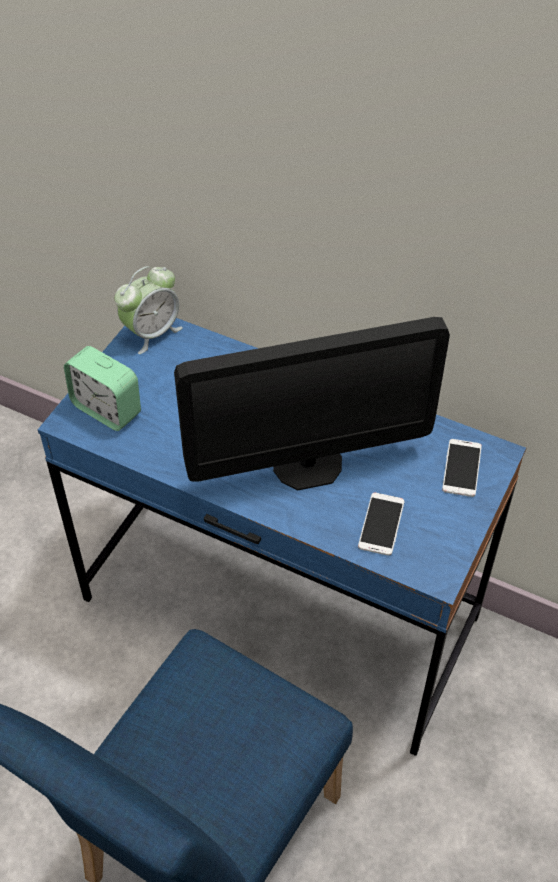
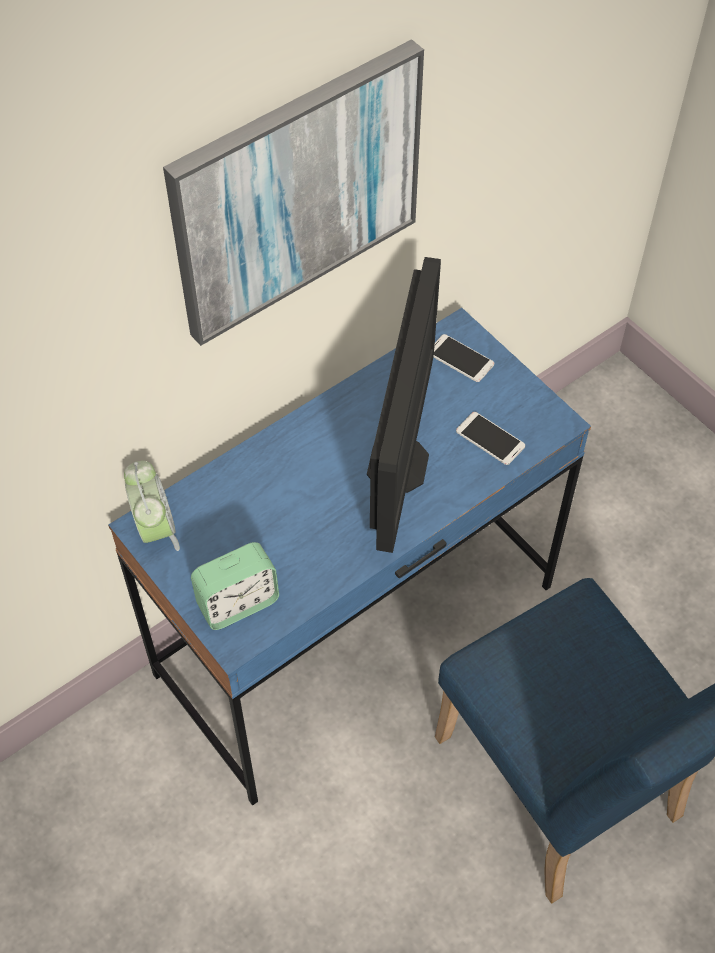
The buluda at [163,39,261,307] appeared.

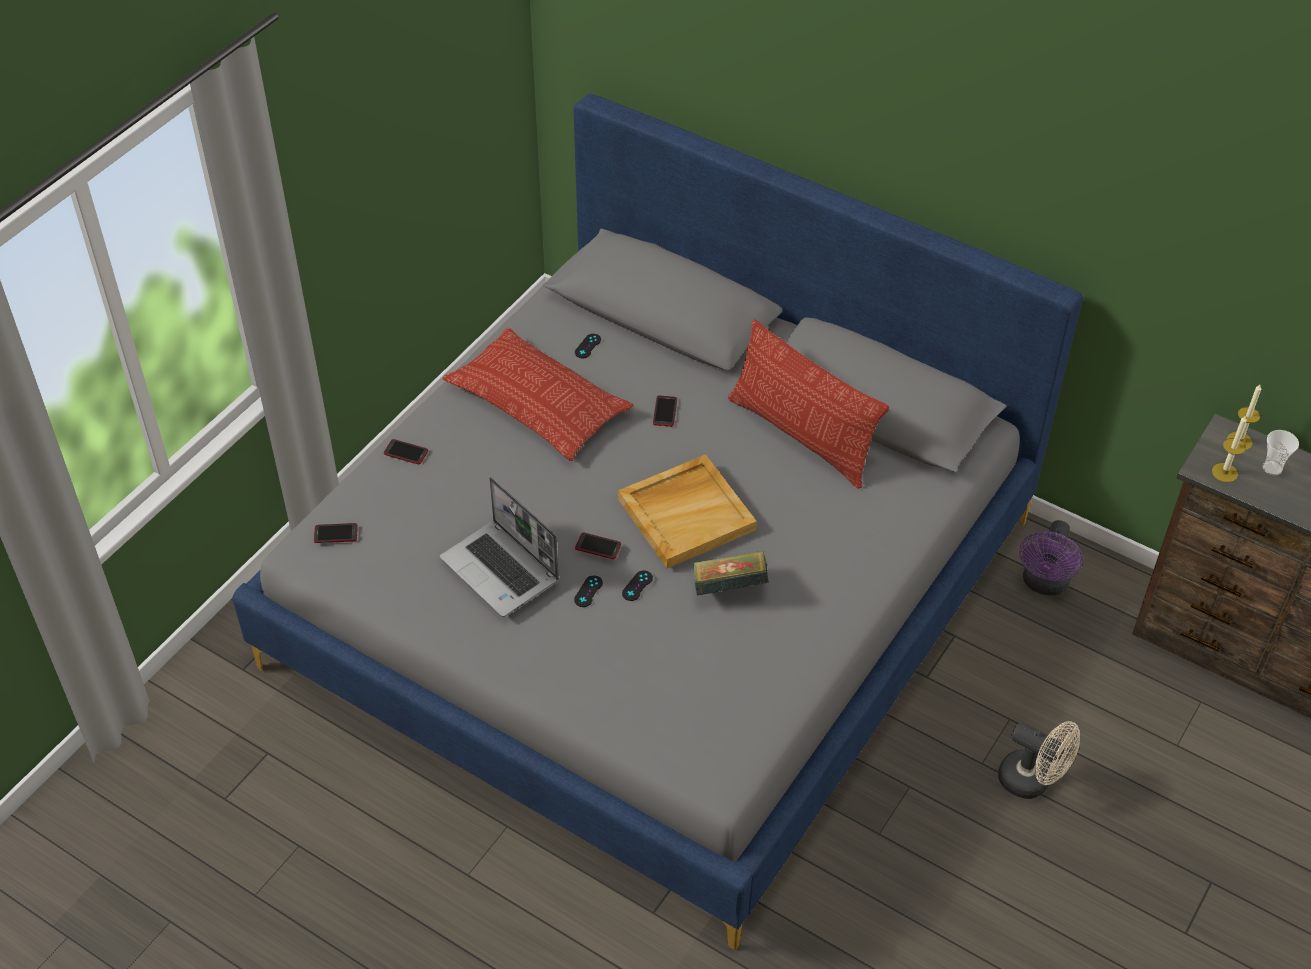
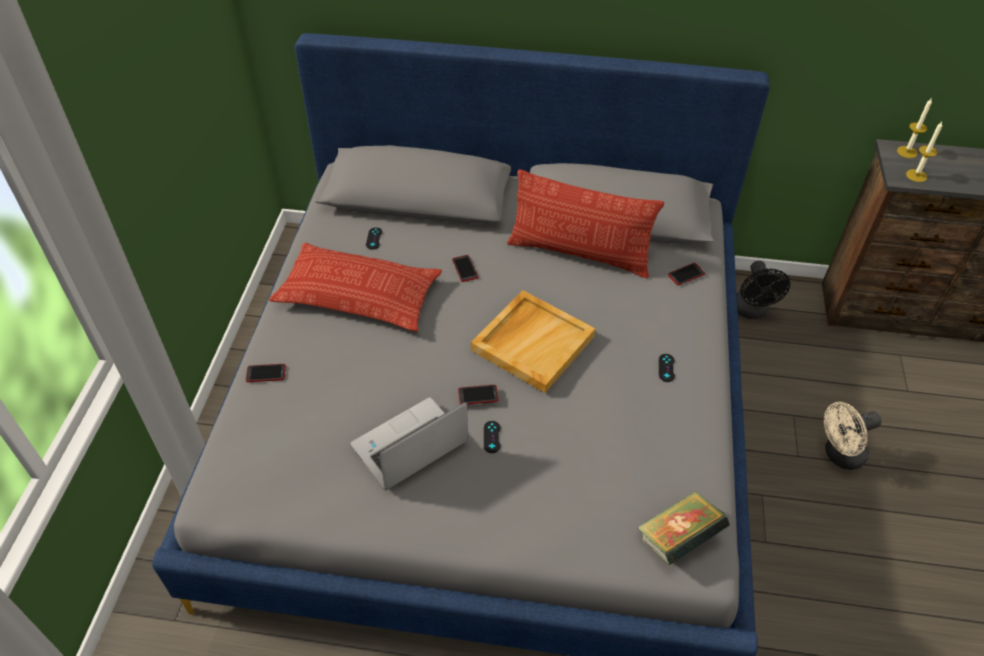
The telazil at [440,477,119,140] turned 120 degrees clockwise.
The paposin moved from [693,551,76,45] to [638,491,91,74].
The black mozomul moved from [622,570,31,31] to [659,354,16,28].
The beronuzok moved from [314,523,44,20] to [668,263,37,22].
The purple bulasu at [1019,520,64,76] became the black bulasu at [736,261,54,58].
The beige bulasu at [998,721,82,78] turned 150 degrees clockwise.
The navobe at [1263,430,36,45] disappeared.

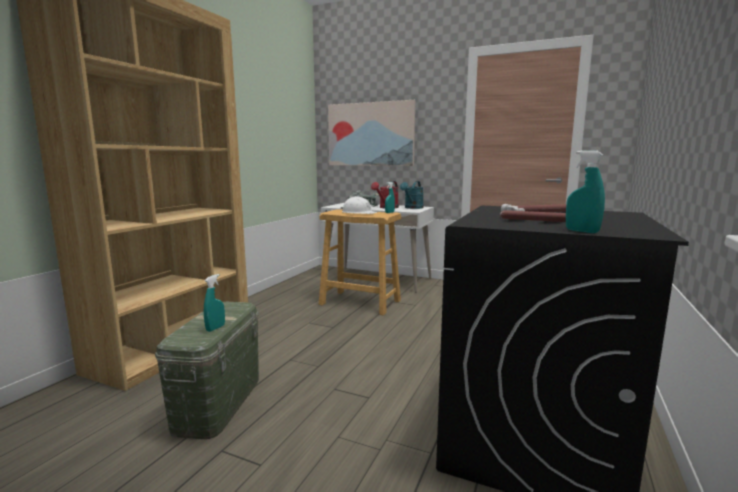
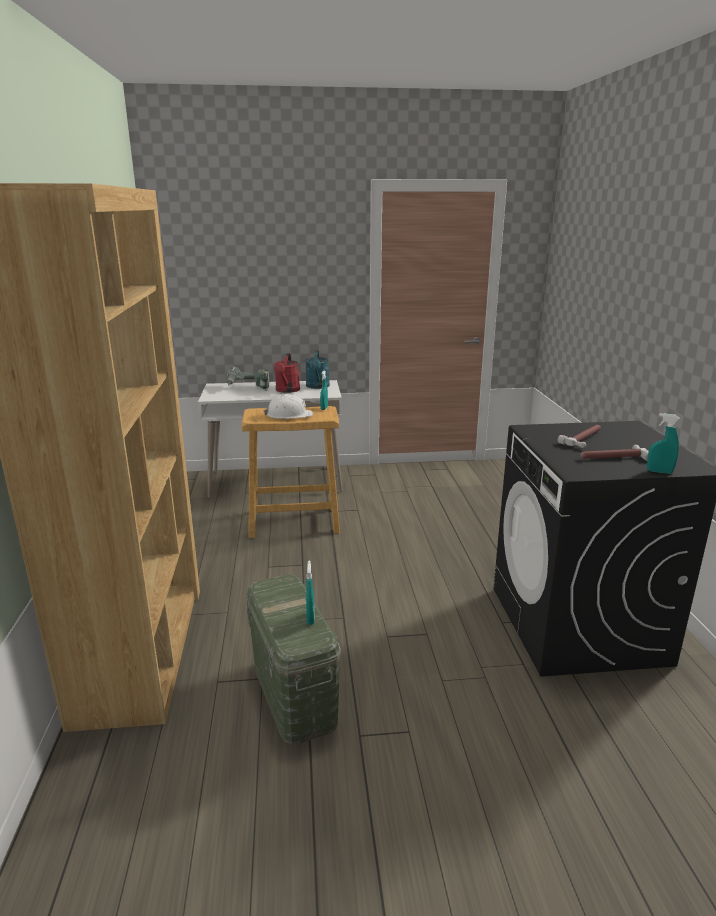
The buluda at [328,100,87,66] disappeared.

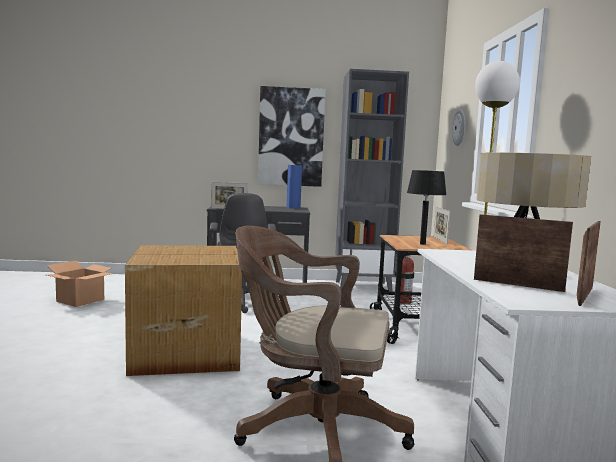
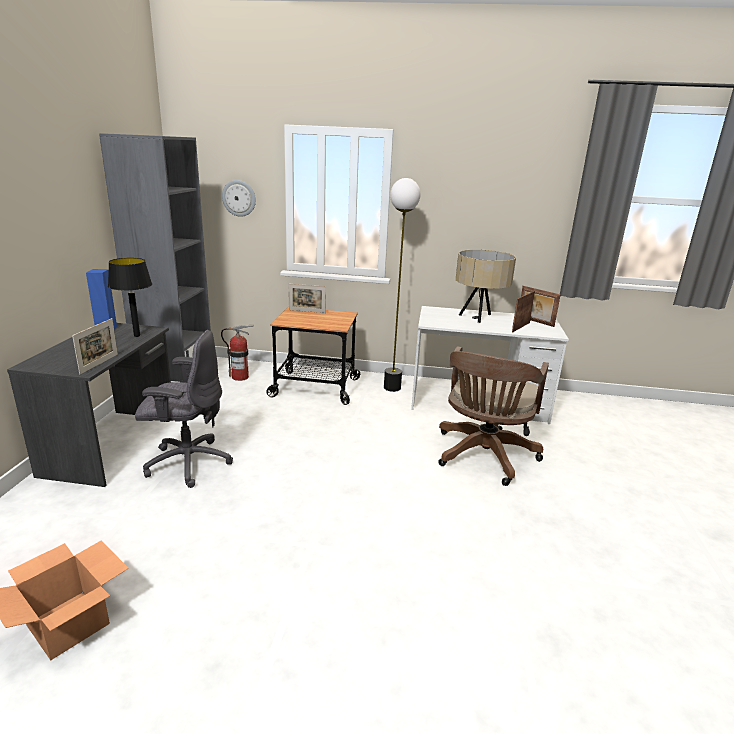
The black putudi moved from [407,170,40,75] to [108,258,44,79].
The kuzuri at [125,245,117,131] disappeared.
The buluda at [258,86,68,101] disappeared.

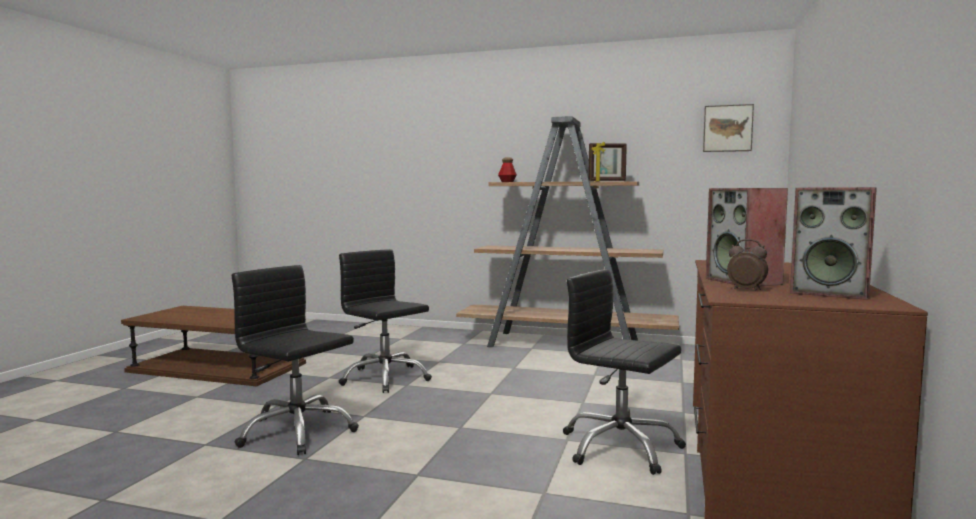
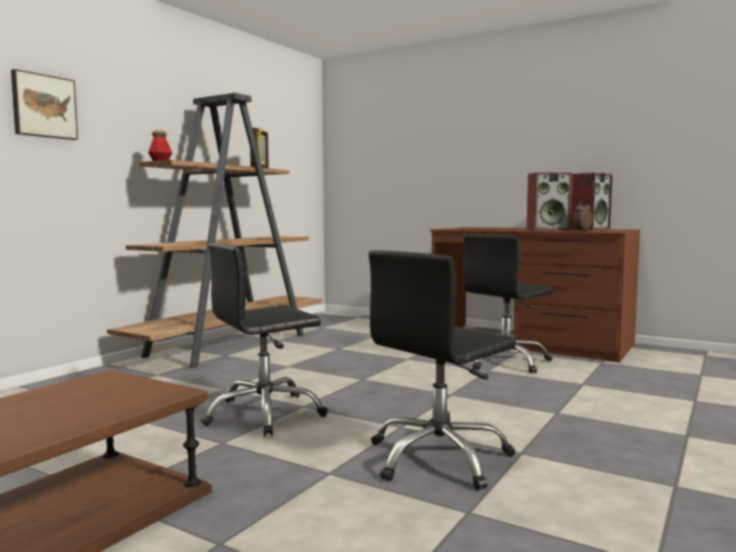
The buluda moved from [703,104,51,48] to [11,69,67,71].

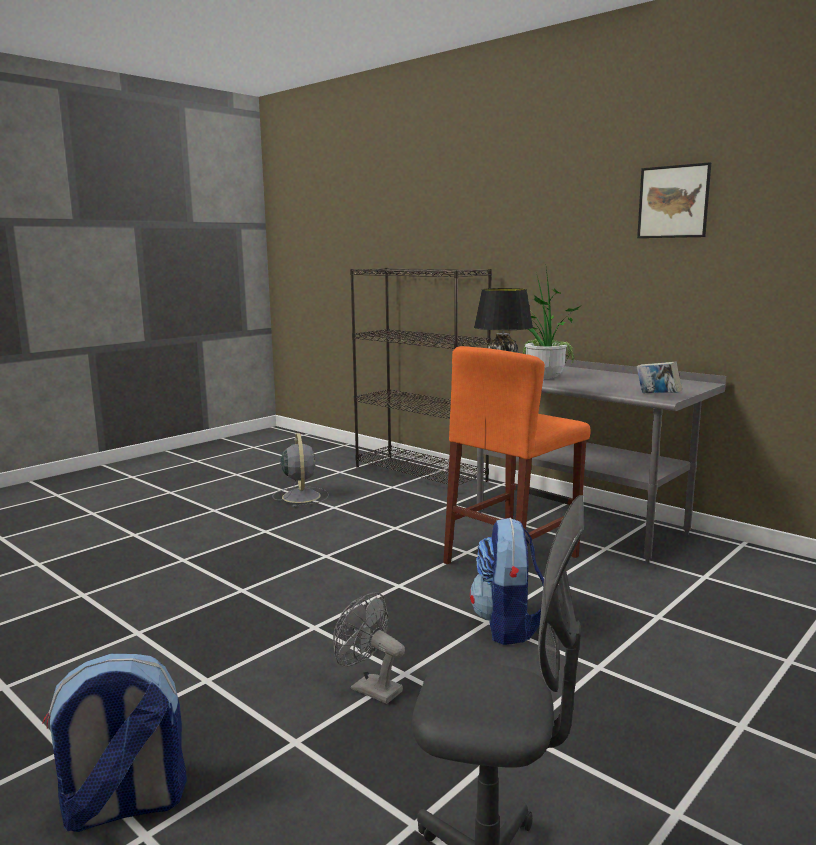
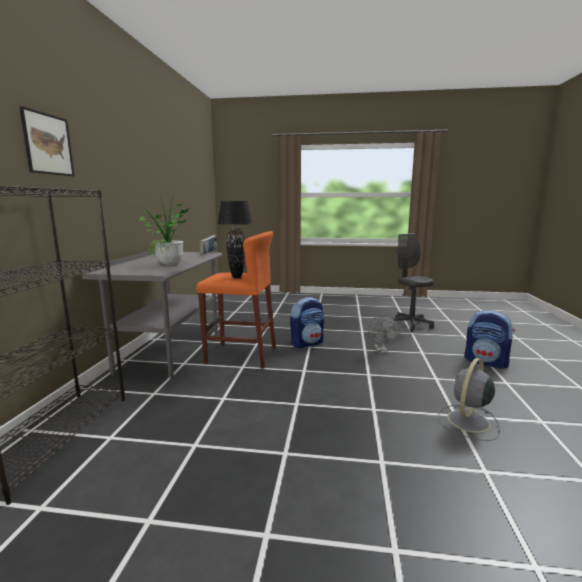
The buluda moved from [637,162,74,76] to [19,106,55,70].
The grey bulasu moved from [272,433,57,74] to [438,358,62,83].

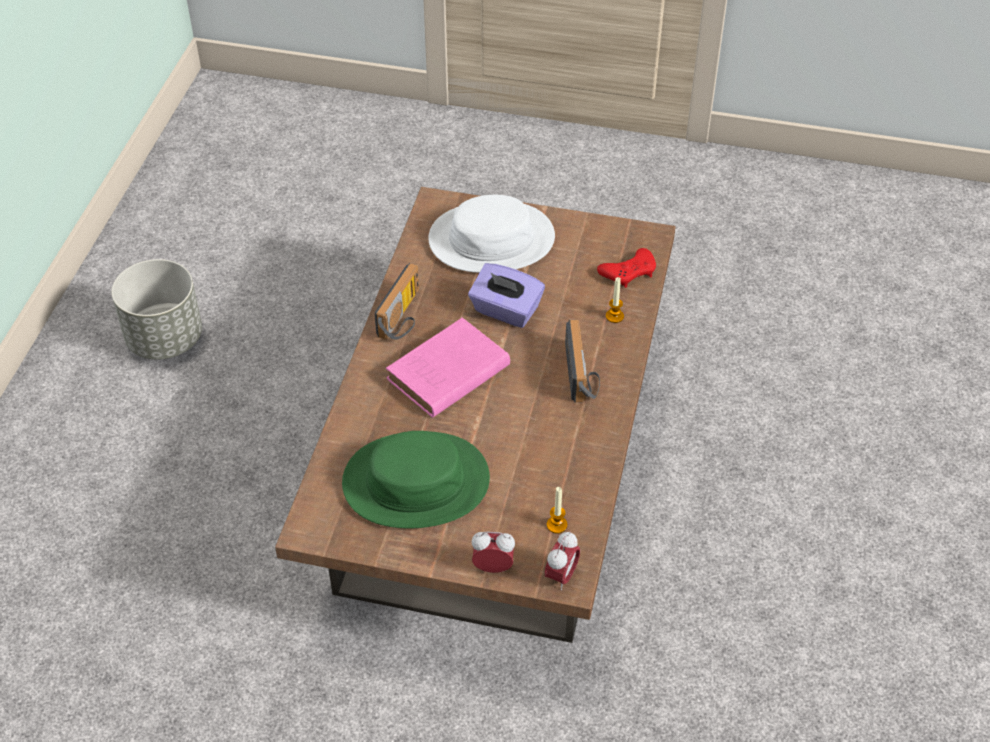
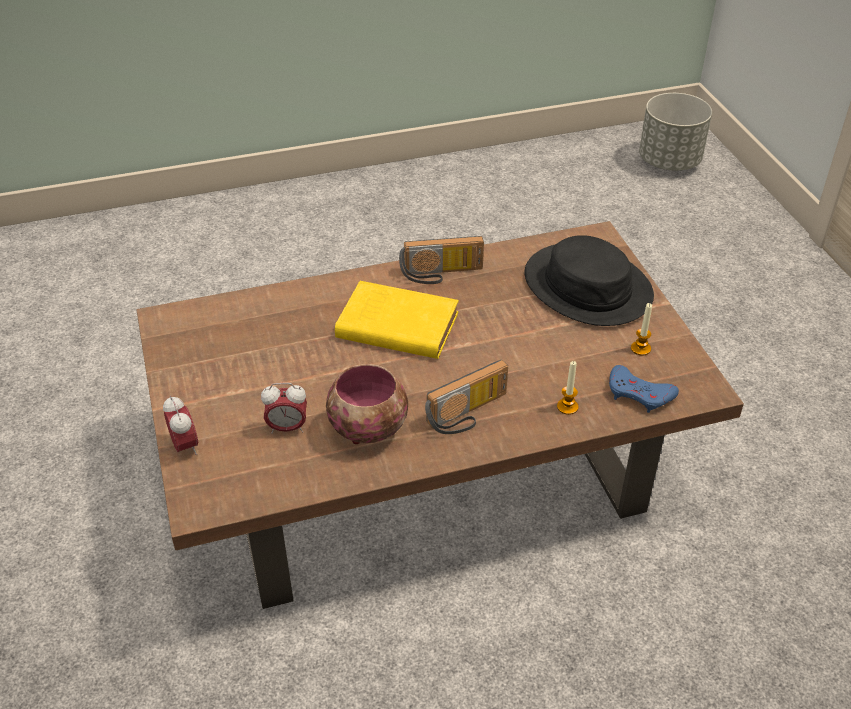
The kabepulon moved from [545,531,35,59] to [261,383,46,51].
The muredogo at [326,364,82,80] appeared.
The pink paposin at [386,318,124,100] became the yellow paposin at [335,281,124,78].
The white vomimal at [428,195,127,78] became the black vomimal at [524,235,130,91].
The red mozomul at [597,248,59,40] became the blue mozomul at [609,365,70,48].
The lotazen moved from [547,487,20,47] to [631,303,21,53].
The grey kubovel moved from [112,259,90,101] to [639,93,73,78].
The green vomimal at [342,431,148,97] disappeared.
The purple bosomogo at [468,263,77,65] disappeared.

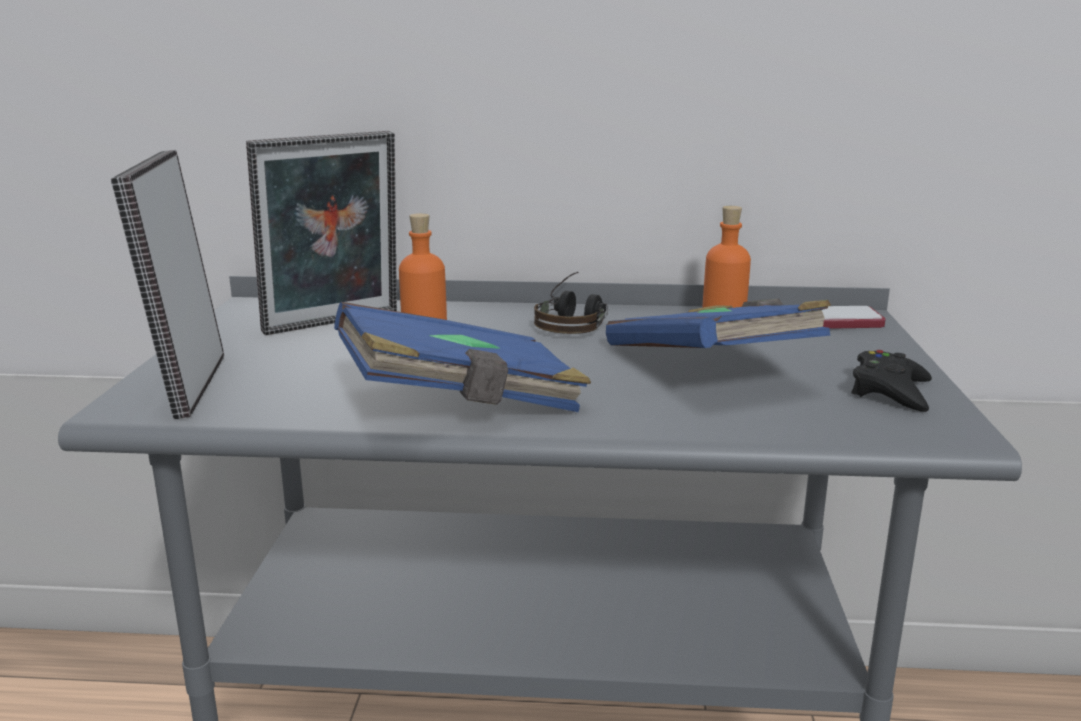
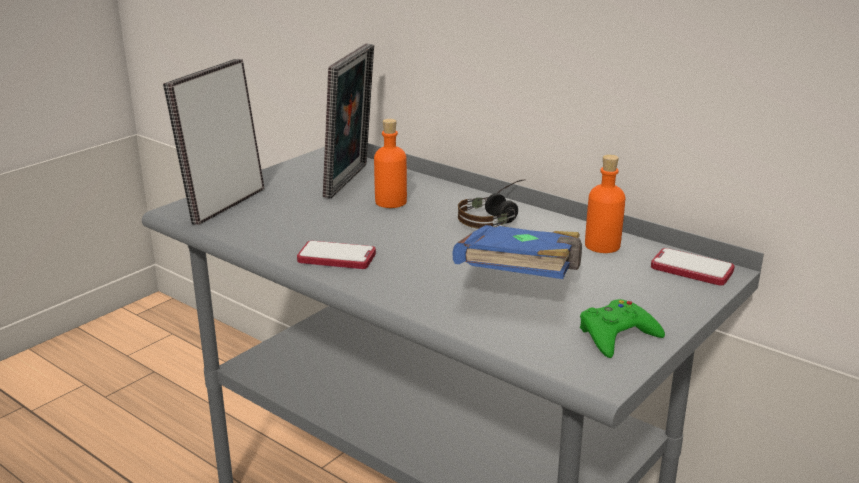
The blue paposin at [334,302,257,110] was replaced by the beronuzok at [297,241,79,28].
The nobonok at [246,131,151,204] turned 75 degrees counterclockwise.
The black mozomul at [851,350,81,62] became the green mozomul at [580,299,85,59].

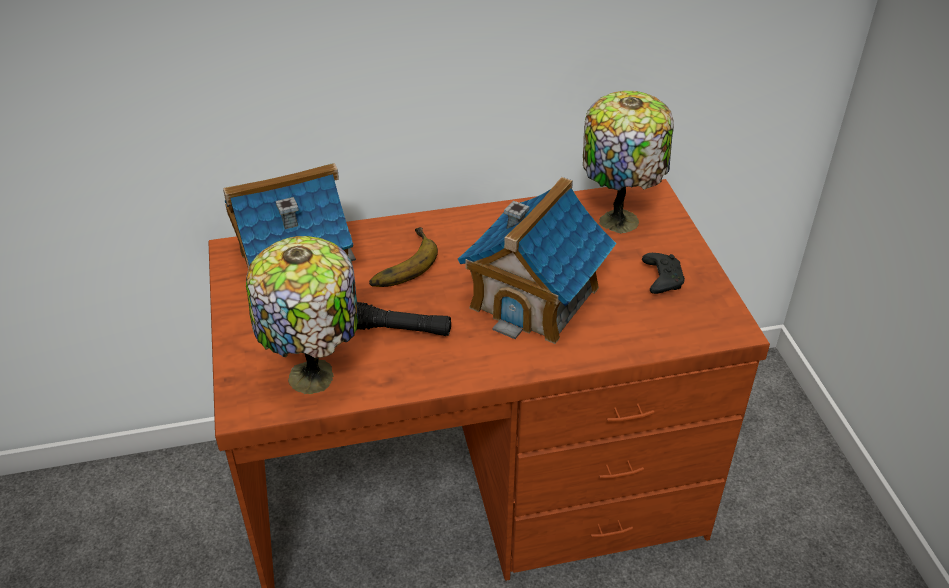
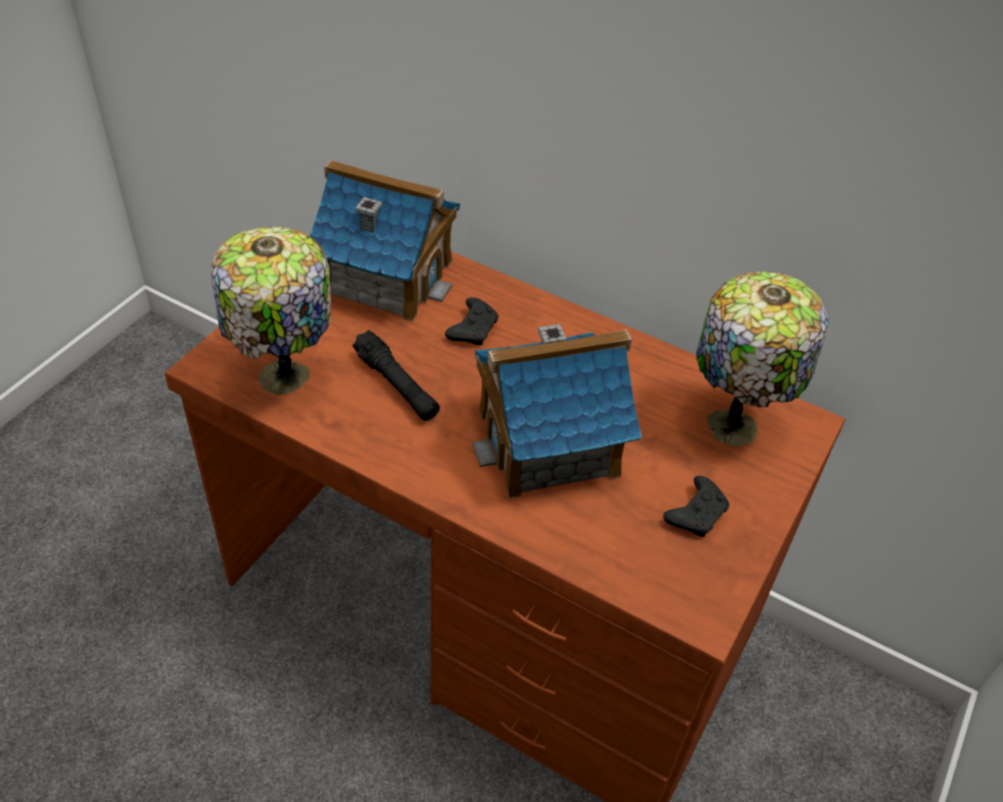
The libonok at [369,227,69,60] was replaced by the black mozomul at [445,297,54,48].

